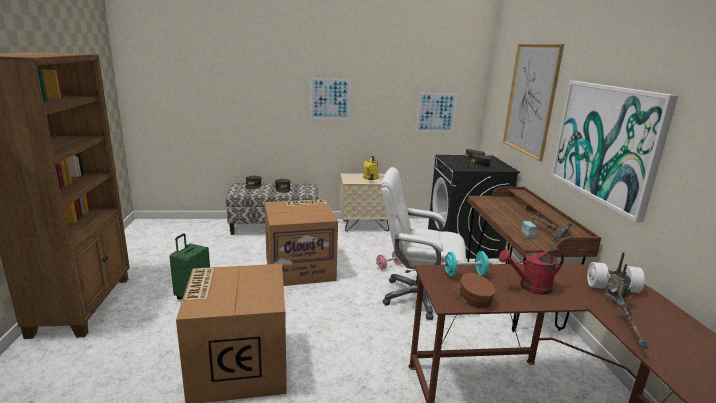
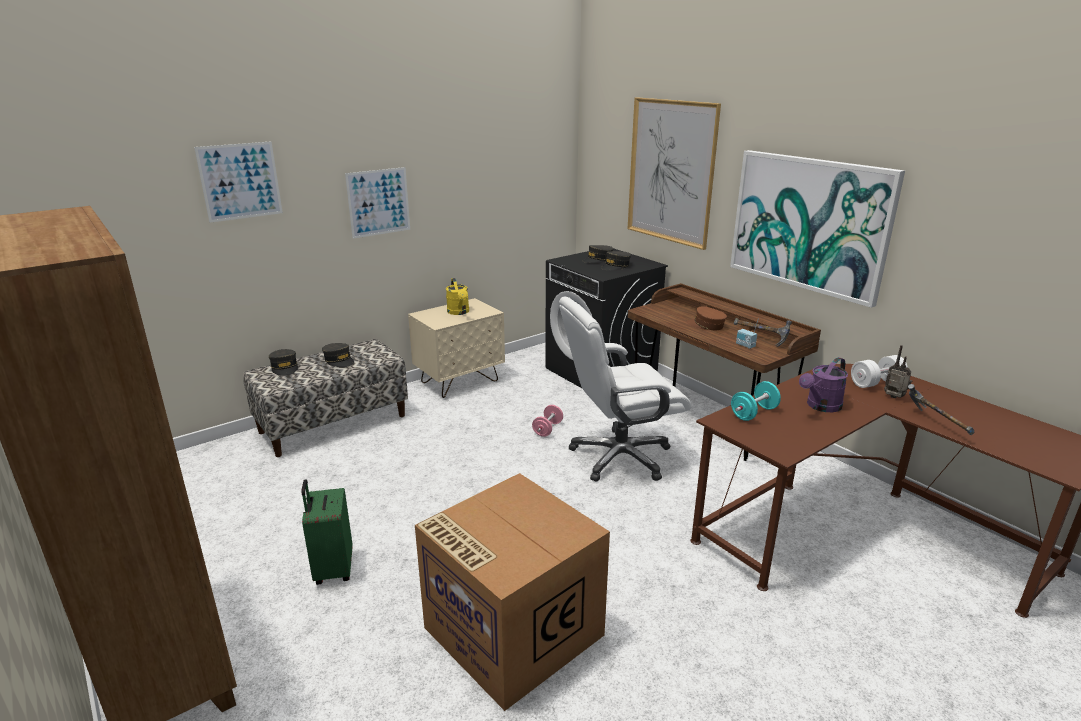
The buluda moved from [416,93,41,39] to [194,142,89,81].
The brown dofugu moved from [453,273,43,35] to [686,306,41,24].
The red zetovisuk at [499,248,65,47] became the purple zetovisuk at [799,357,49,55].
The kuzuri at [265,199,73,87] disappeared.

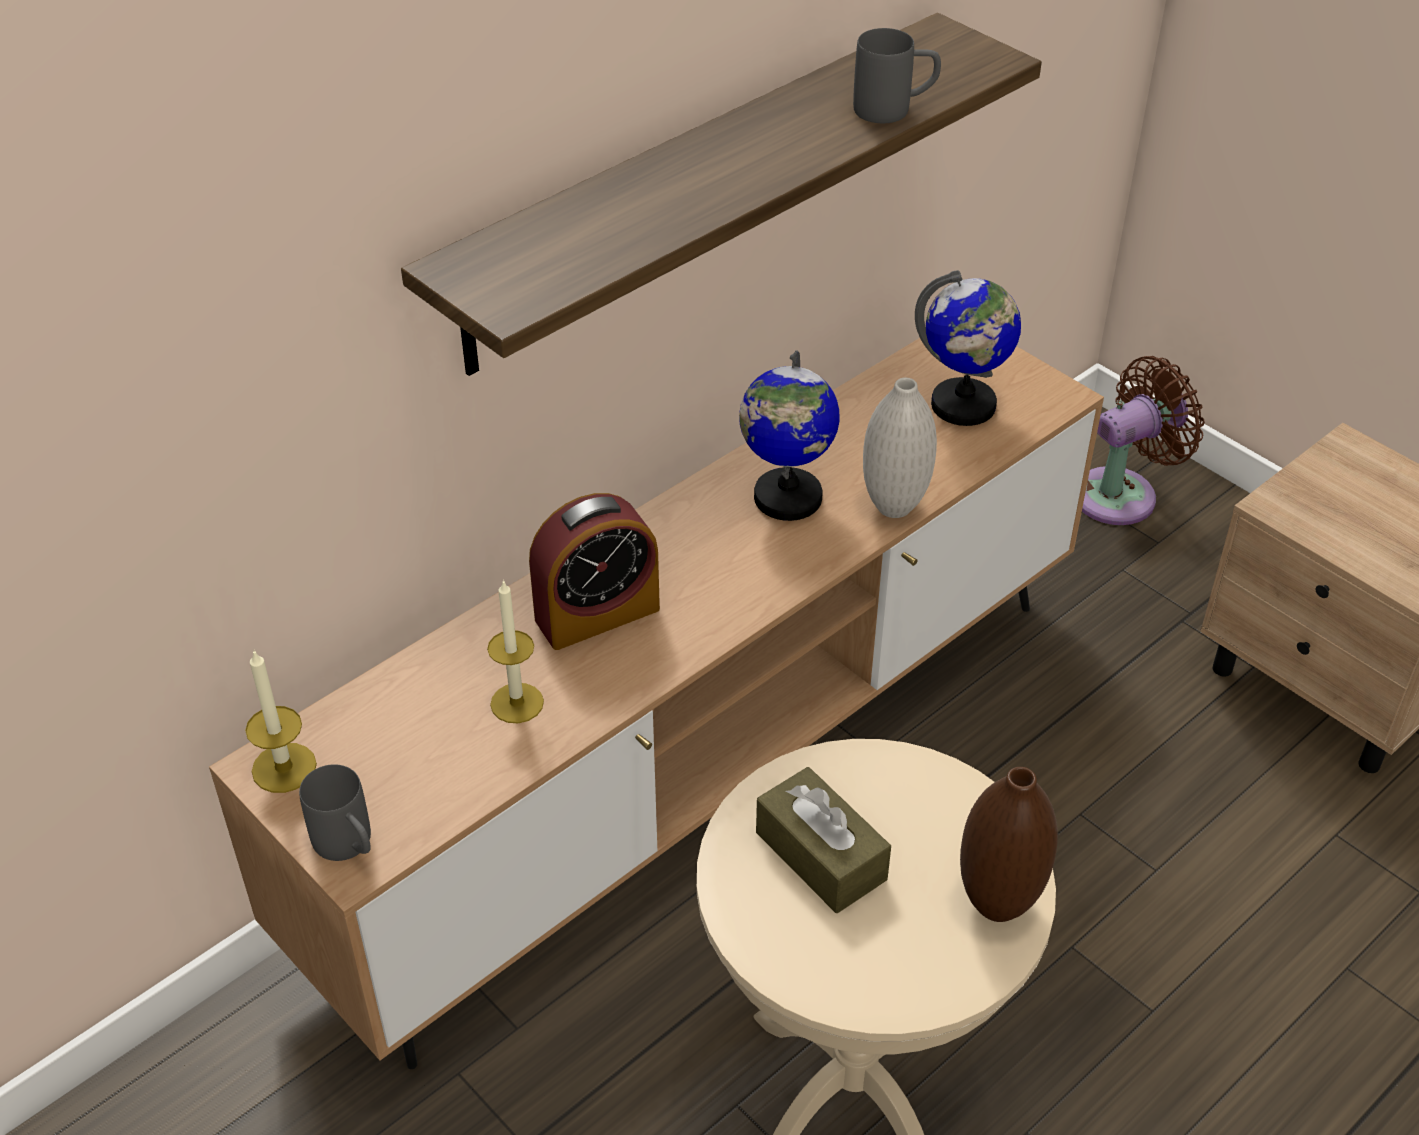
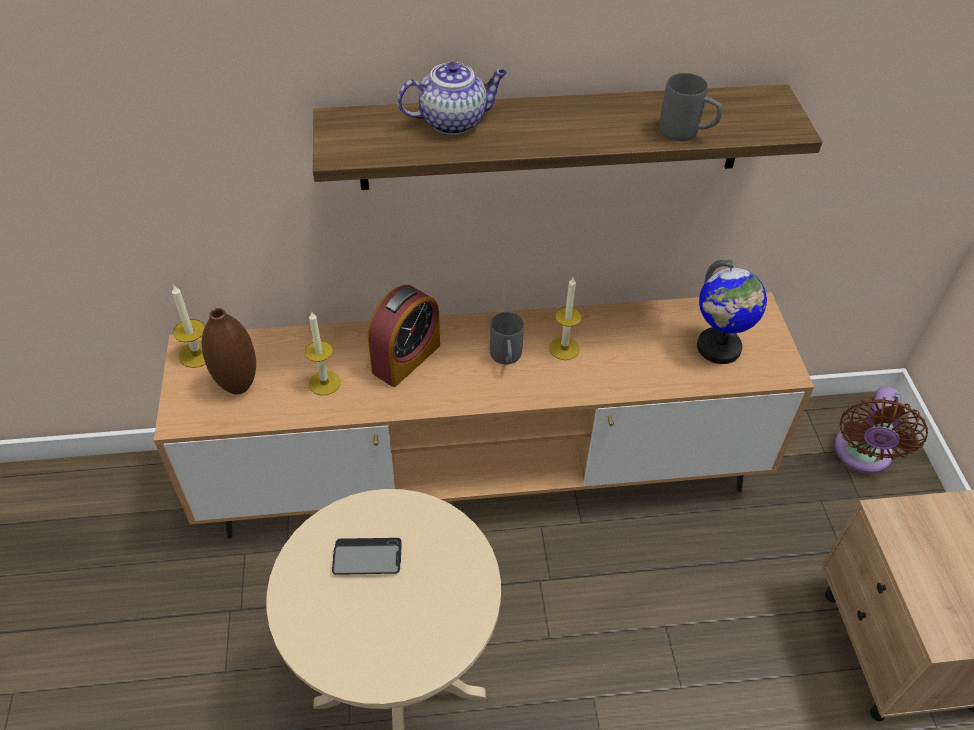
The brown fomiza moved from [960,767,98,155] to [201,308,55,86].
The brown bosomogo at [756,767,135,146] was replaced by the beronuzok at [332,538,70,37].
The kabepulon at [529,493,131,157] turned 60 degrees counterclockwise.
The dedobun at [397,62,110,73] appeared.
The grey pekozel moved from [299,764,72,97] to [490,312,34,52].
The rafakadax at [739,350,100,171] was replaced by the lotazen at [549,277,33,83].
The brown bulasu at [1082,356,123,169] turned 105 degrees clockwise.
The white fomiza at [863,378,74,140] disappeared.

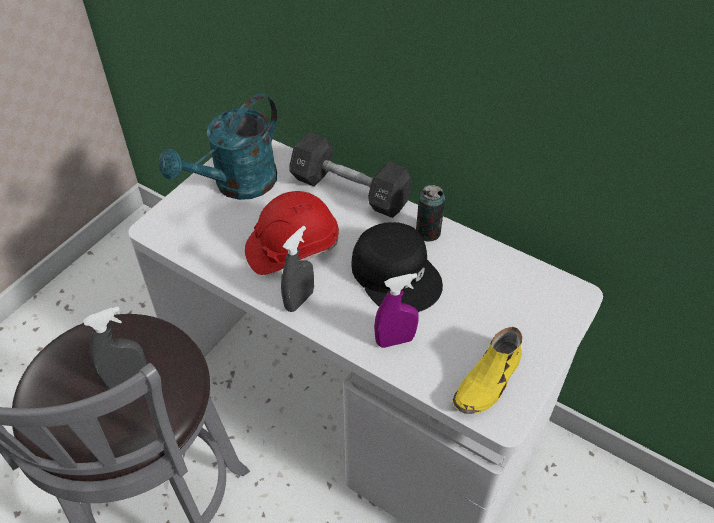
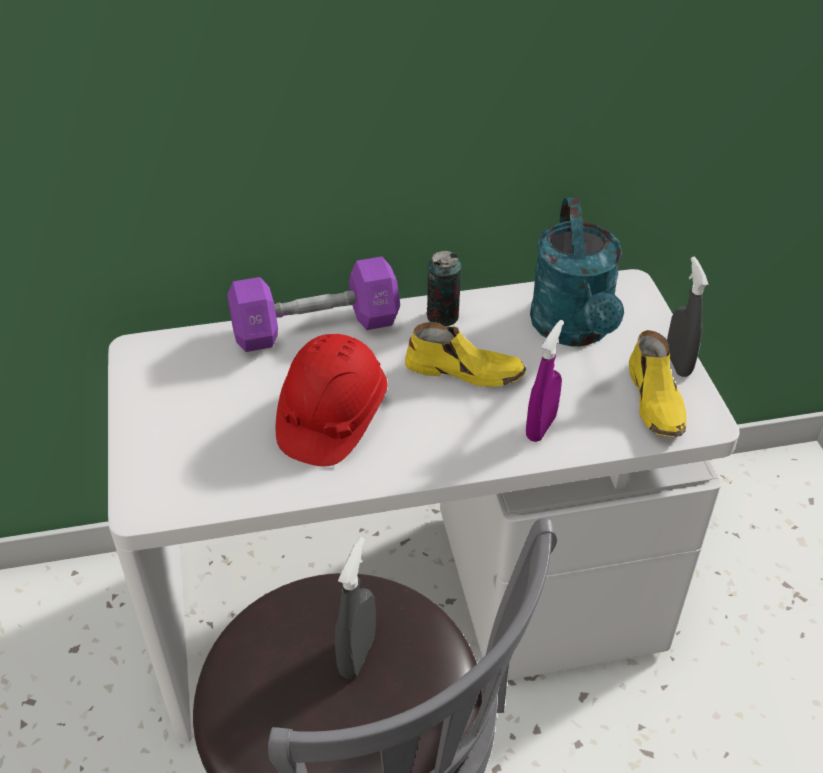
The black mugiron at [290,132,123,86] became the purple mugiron at [228,256,172,96].
The black dofugu at [352,222,91,90] was replaced by the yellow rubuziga at [405,322,122,65].
The turquoise zetovisuk moved from [159,94,119,106] to [530,198,94,149].
The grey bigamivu moved from [281,226,33,86] to [667,257,42,120].

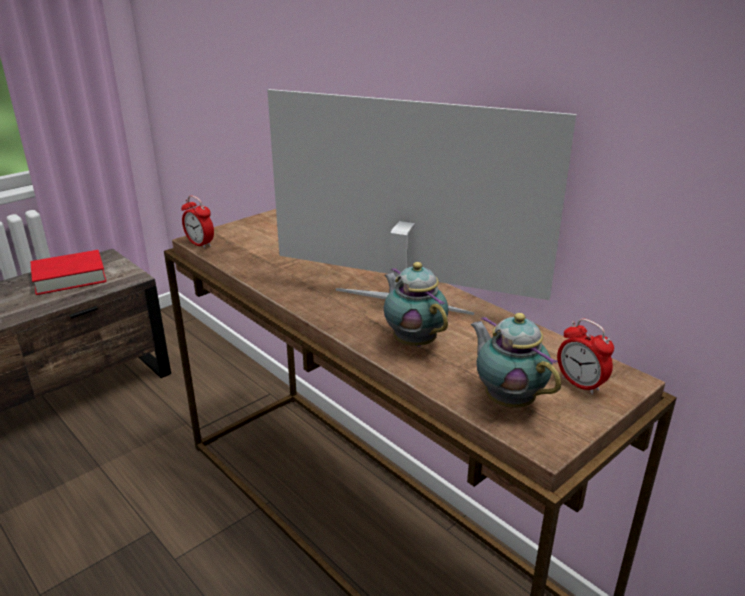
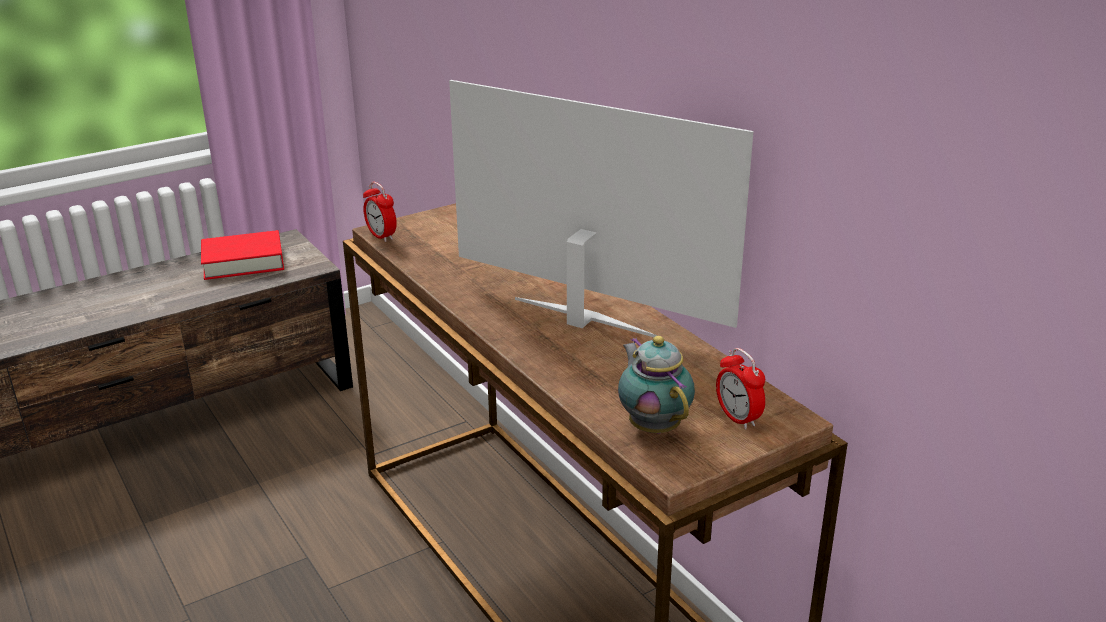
The dedobun at [384,262,64,85] disappeared.

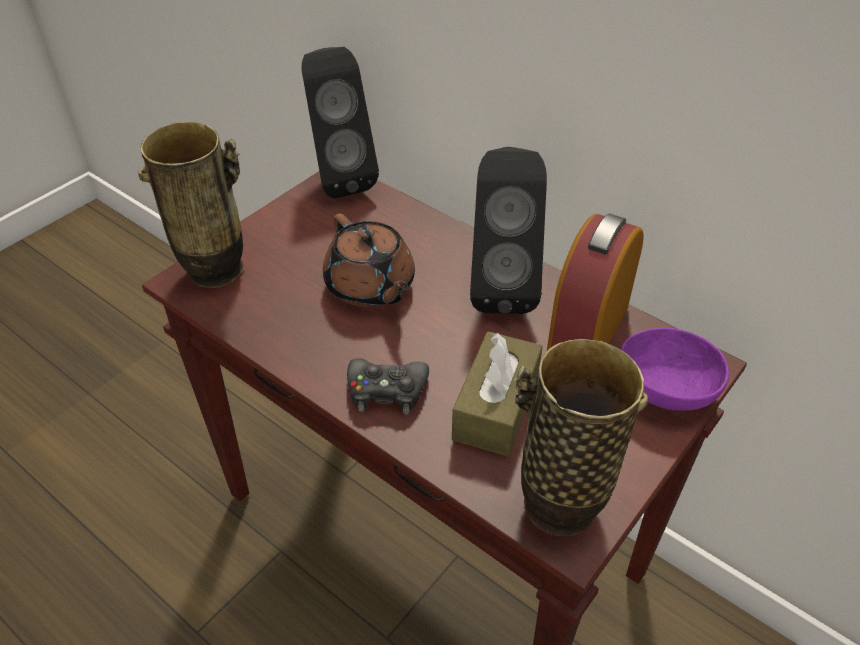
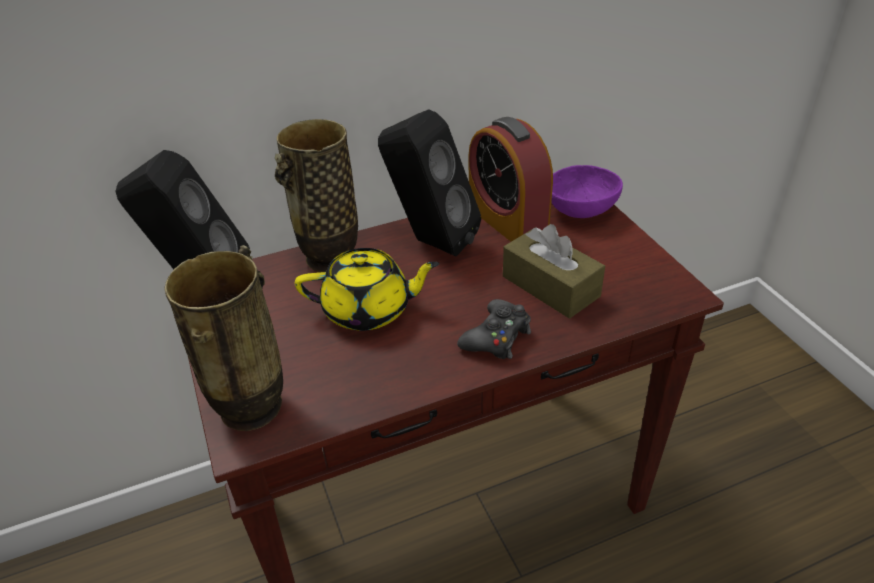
The fomiza moved from [513,339,135,197] to [275,119,83,153].
The brown dedobun at [323,213,92,94] became the yellow dedobun at [295,248,145,83].

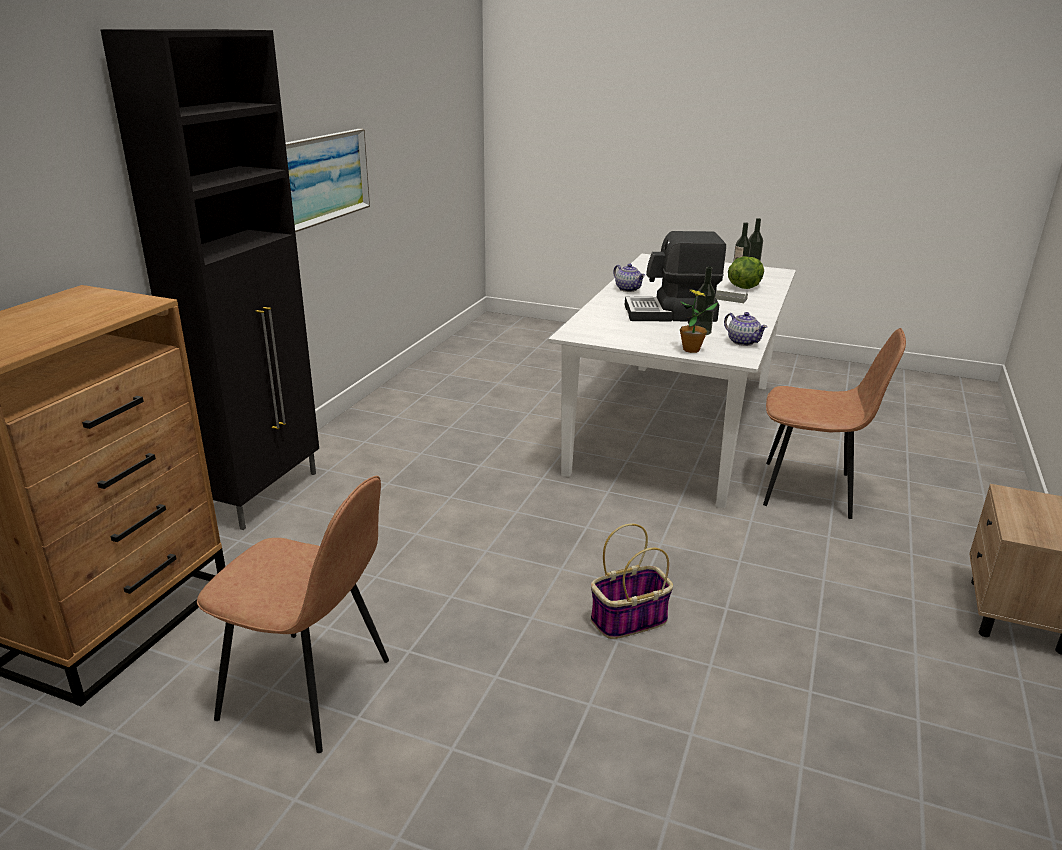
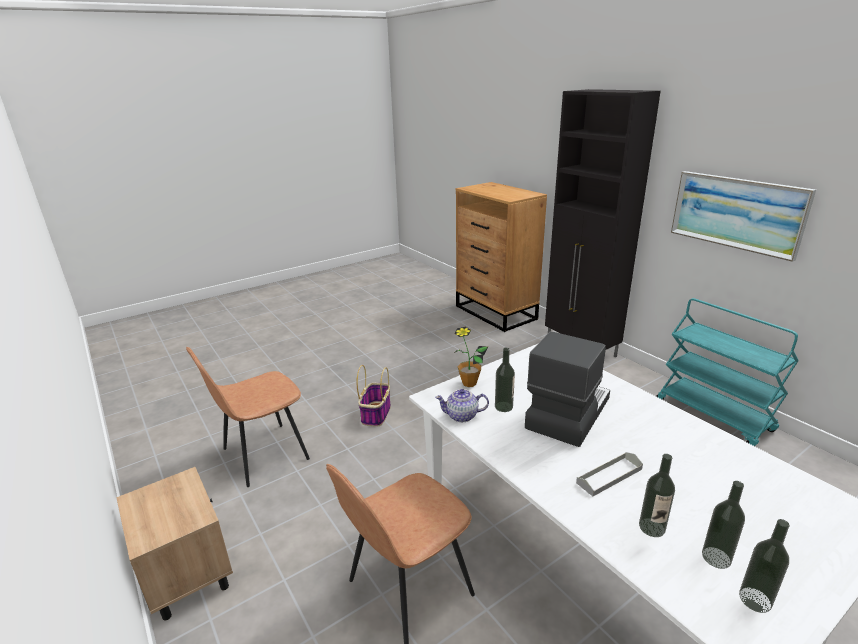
The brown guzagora moved from [197,476,192,277] to [186,347,124,140].
The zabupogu at [728,257,36,32] was replaced by the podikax at [639,454,36,83].
The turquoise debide at [656,298,143,148] appeared.
The dedobun at [613,264,32,28] disappeared.

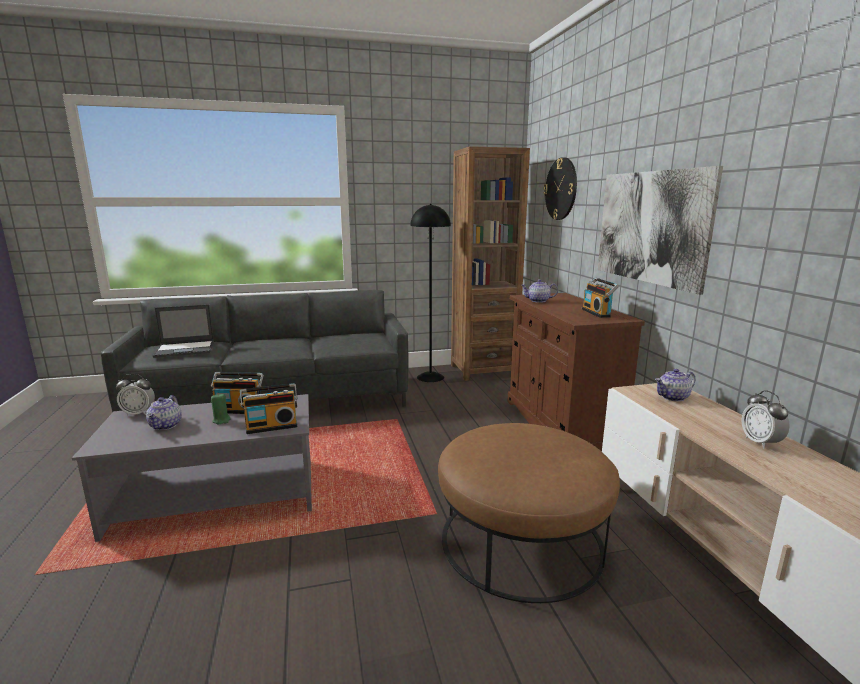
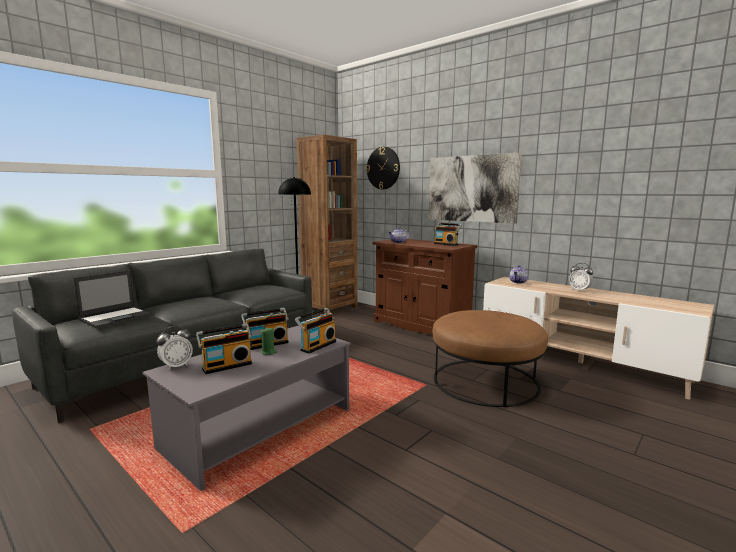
The dedobun at [146,395,36,35] was replaced by the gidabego at [196,324,56,50].

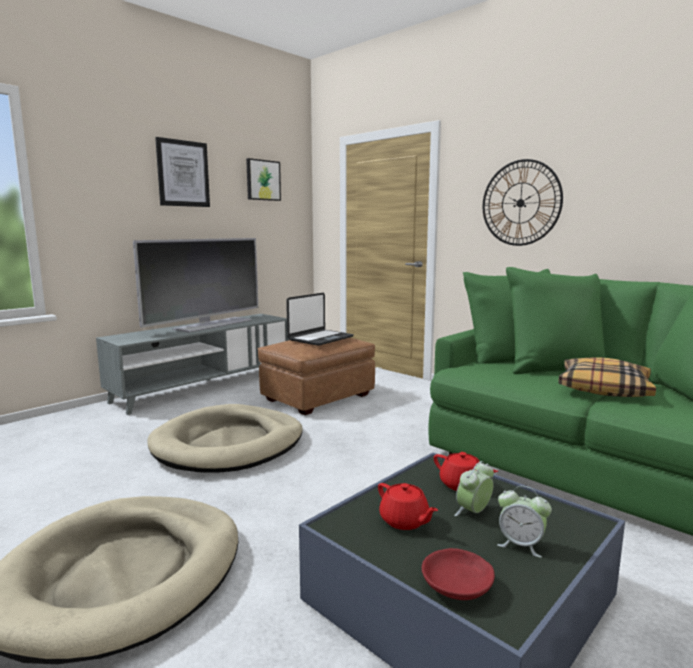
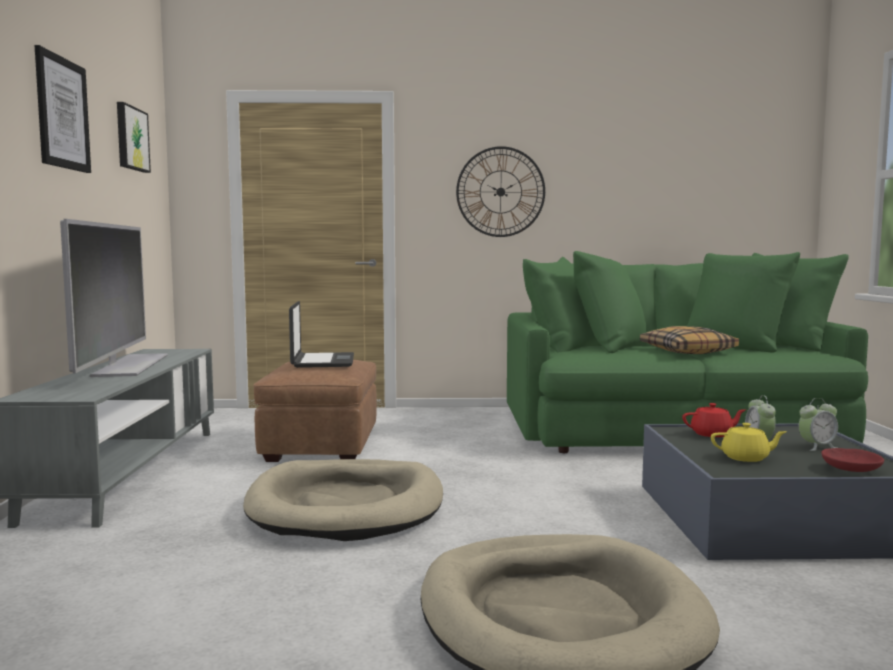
The red dedobun at [378,483,60,47] became the yellow dedobun at [711,423,76,39].

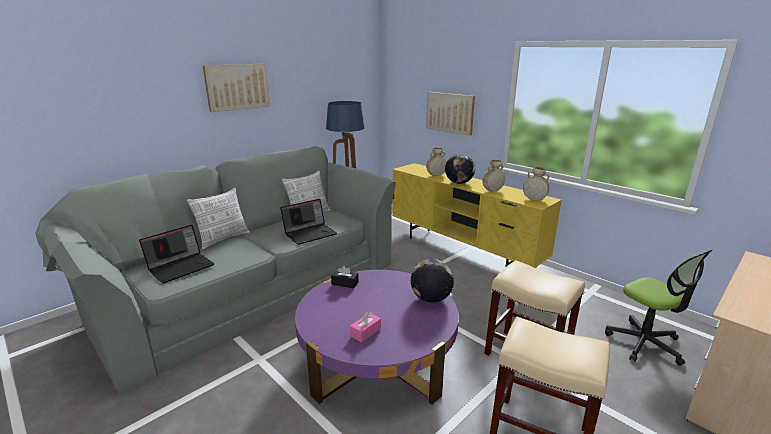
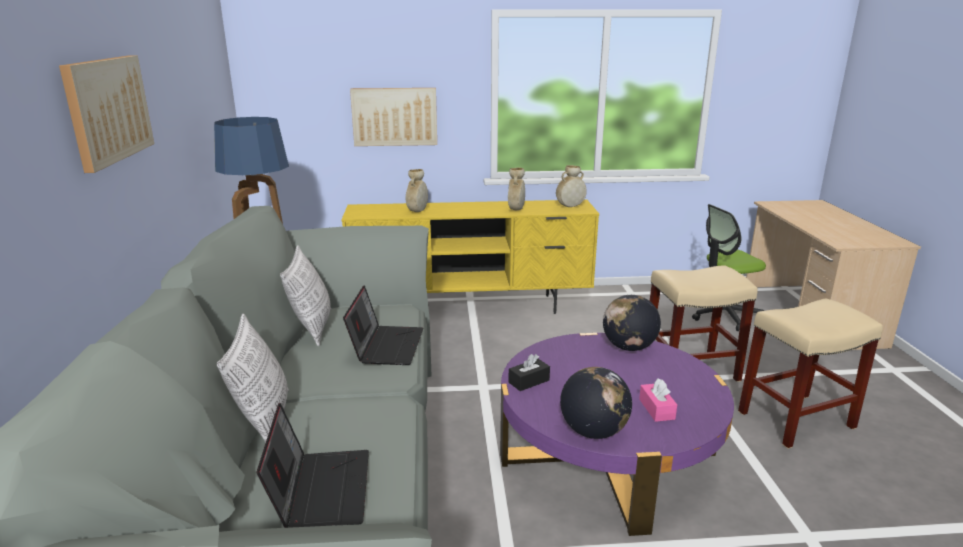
The rafakadax moved from [445,154,30,30] to [560,367,72,72].
The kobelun at [605,249,108,117] turned 150 degrees clockwise.

